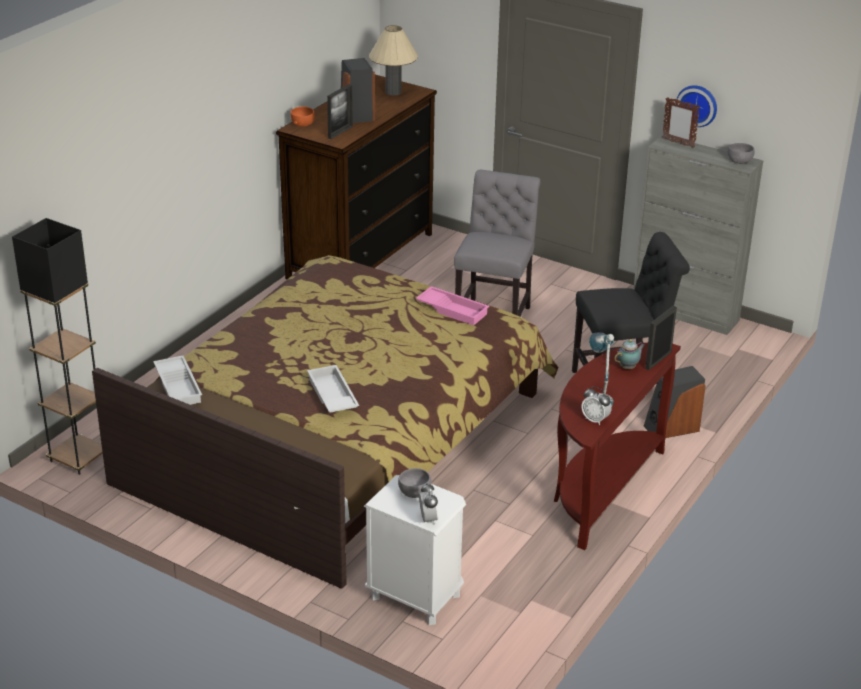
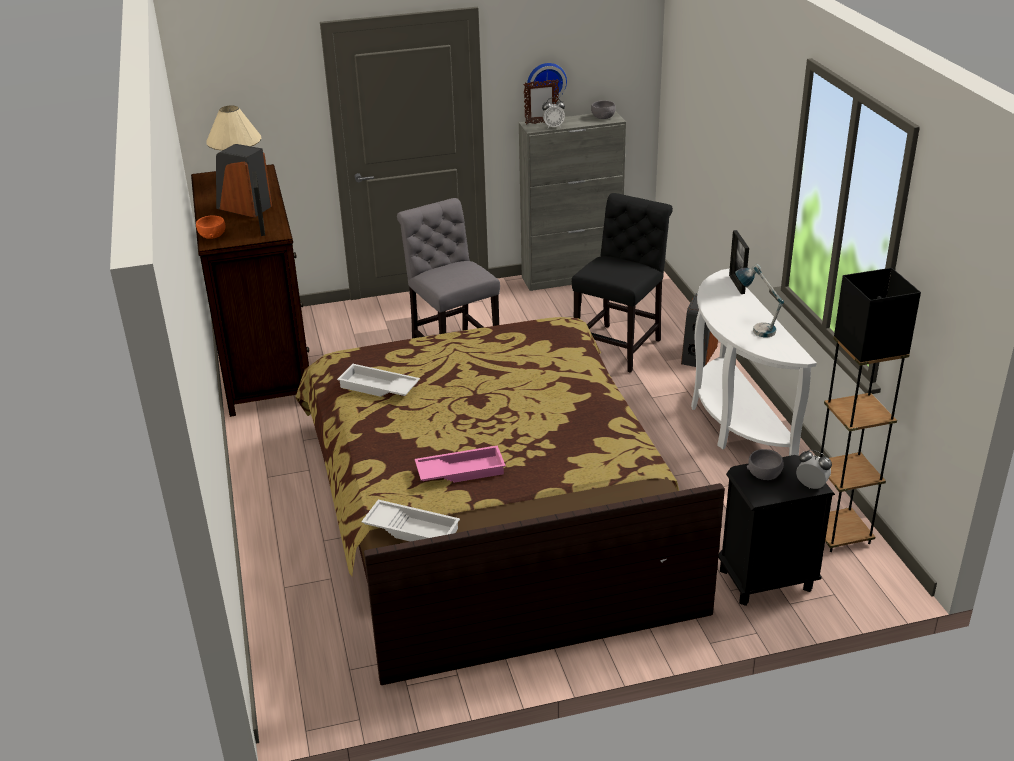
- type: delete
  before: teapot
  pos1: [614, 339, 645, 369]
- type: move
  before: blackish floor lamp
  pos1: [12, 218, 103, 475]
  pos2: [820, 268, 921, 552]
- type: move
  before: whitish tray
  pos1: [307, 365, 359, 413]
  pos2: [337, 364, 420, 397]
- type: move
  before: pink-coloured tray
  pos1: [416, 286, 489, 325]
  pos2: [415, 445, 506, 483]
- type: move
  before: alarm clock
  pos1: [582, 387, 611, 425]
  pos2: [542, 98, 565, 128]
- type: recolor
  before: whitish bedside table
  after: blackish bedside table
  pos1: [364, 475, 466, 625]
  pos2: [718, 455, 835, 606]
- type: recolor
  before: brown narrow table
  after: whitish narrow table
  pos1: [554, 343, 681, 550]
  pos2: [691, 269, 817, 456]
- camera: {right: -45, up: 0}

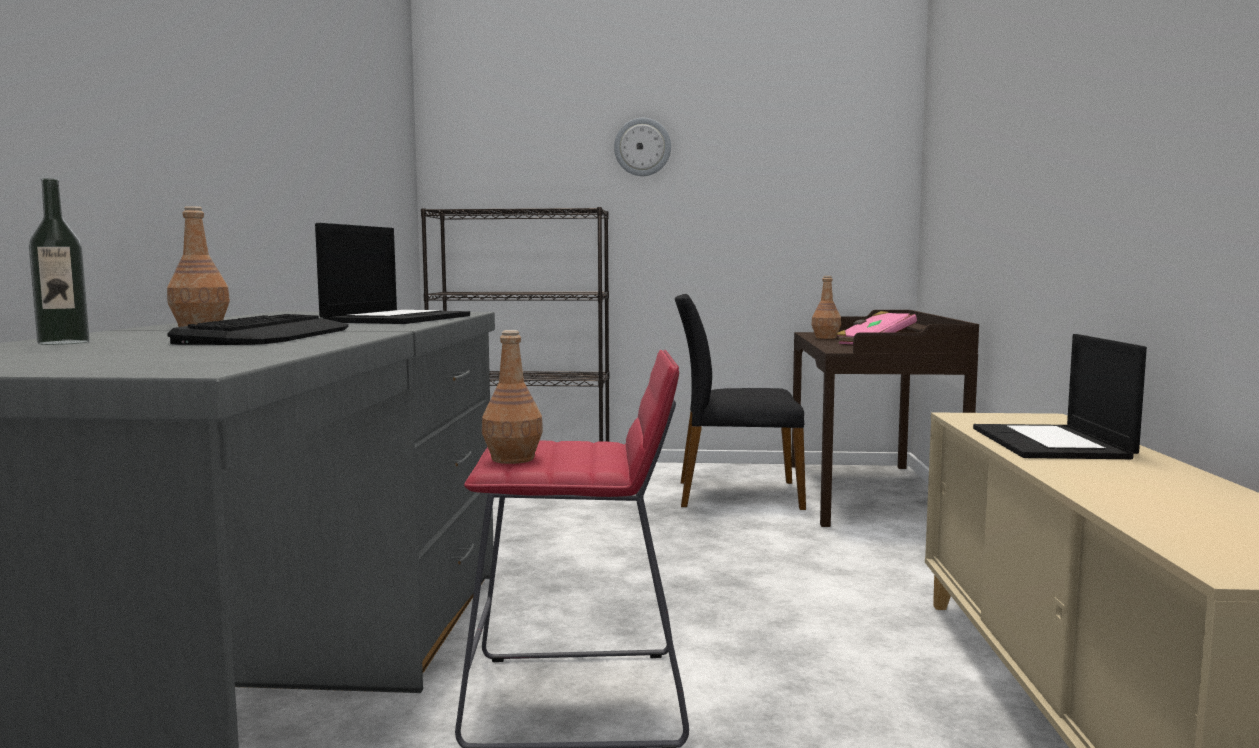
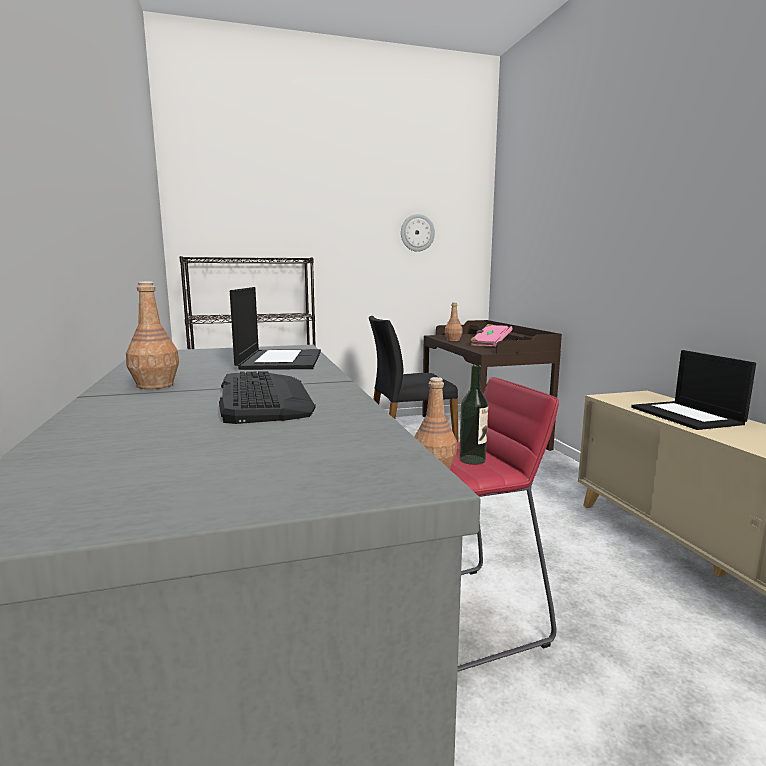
- type: move
  before: bottle
  pos1: [29, 179, 89, 345]
  pos2: [459, 365, 488, 465]
- type: move
  before: hanging clock
  pos1: [614, 118, 671, 176]
  pos2: [401, 214, 435, 252]
- camera: {right: -20, up: 5}

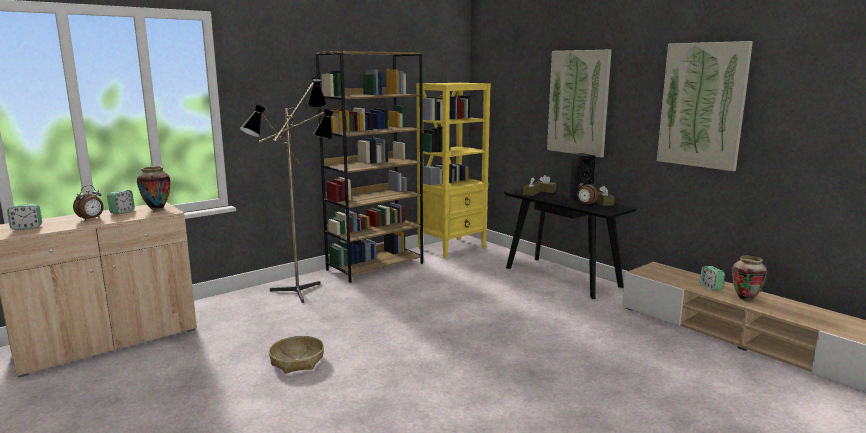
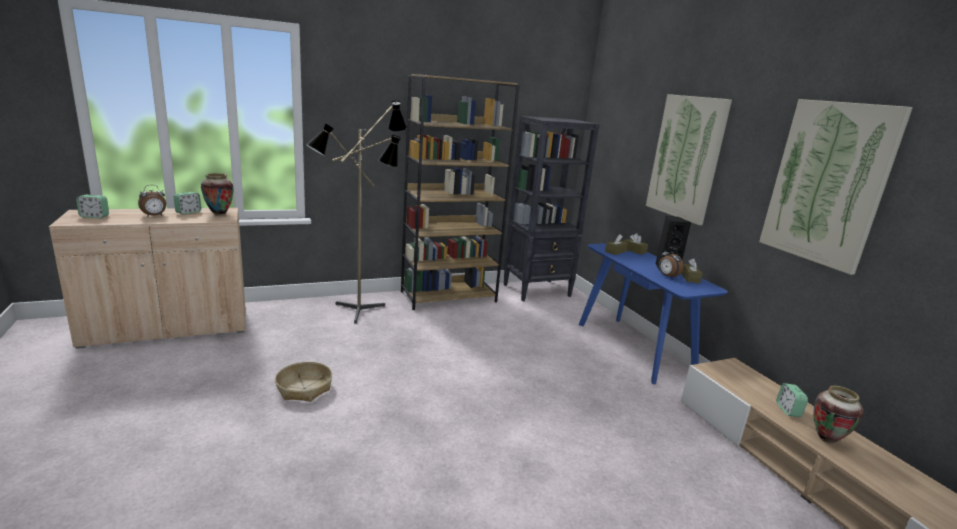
- type: recolor
  before: yellow bookcase
  after: blackish bookcase
  pos1: [416, 83, 491, 259]
  pos2: [503, 116, 600, 301]
- type: recolor
  before: blackish narrow table
  after: blue narrow table
  pos1: [504, 188, 638, 299]
  pos2: [579, 243, 728, 384]
- camera: {right: 15, up: 5}

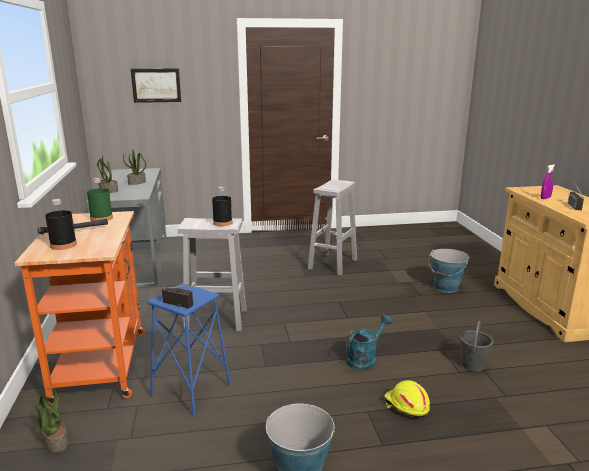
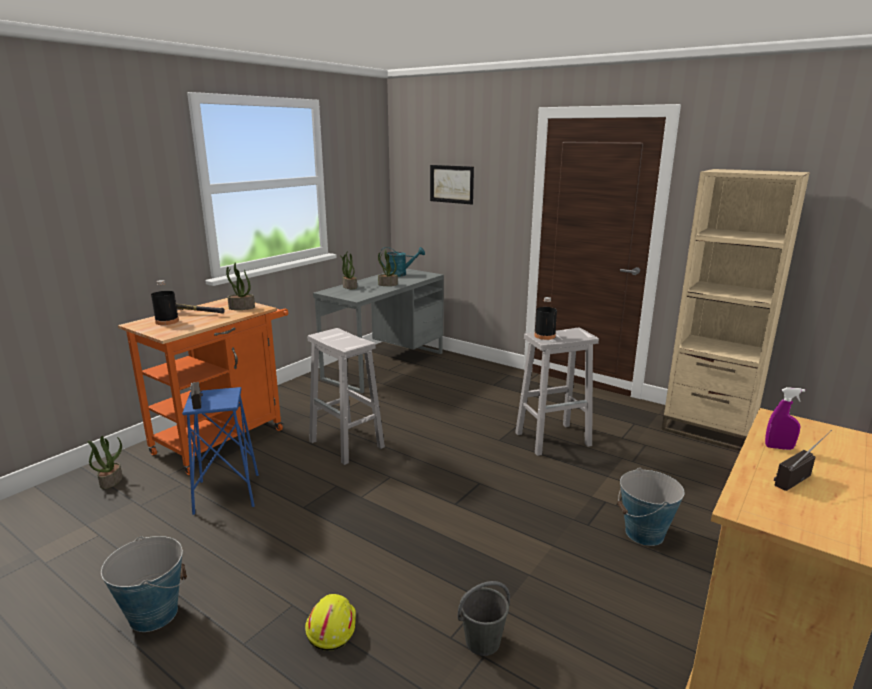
- type: insert
  after: beige bookcase
  pos2: [661, 169, 810, 451]
- type: move
  before: blackish bottle
  pos1: [212, 187, 232, 226]
  pos2: [534, 297, 557, 340]
- type: move
  before: blue-green watering can
  pos1: [347, 315, 392, 370]
  pos2: [380, 247, 425, 277]
- type: replace
  before: greenish bottle
  after: potted plant
  pos1: [87, 178, 113, 221]
  pos2: [226, 262, 255, 310]
- camera: {right: 45, up: 0}

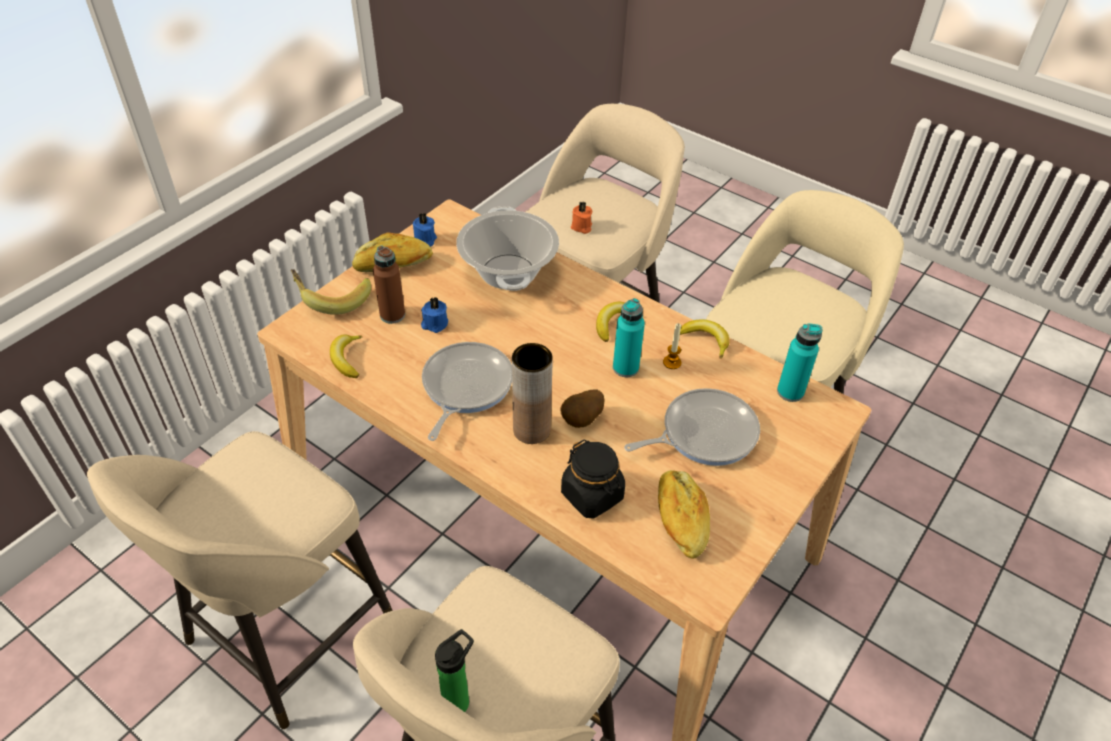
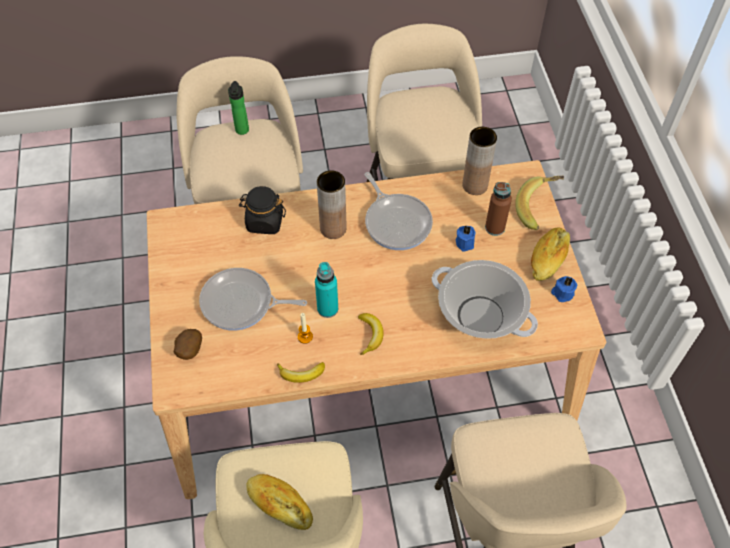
- type: delete
  before: orangey wax light
  pos1: [571, 202, 592, 234]
- type: delete
  before: blue-green bottle
  pos1: [777, 323, 823, 402]
- type: move
  before: whole potato
  pos1: [560, 389, 605, 428]
  pos2: [174, 329, 202, 360]
- type: move
  before: bread
  pos1: [658, 470, 710, 559]
  pos2: [246, 474, 313, 530]
- type: replace
  before: banana fruit
  after: brown vase
  pos1: [330, 334, 362, 378]
  pos2: [462, 127, 497, 195]
- type: rotate
  before: frying pan
  pos1: [624, 388, 760, 466]
  pos2: [199, 268, 307, 331]
  turn: 75
- camera: {right: 135, up: 10}

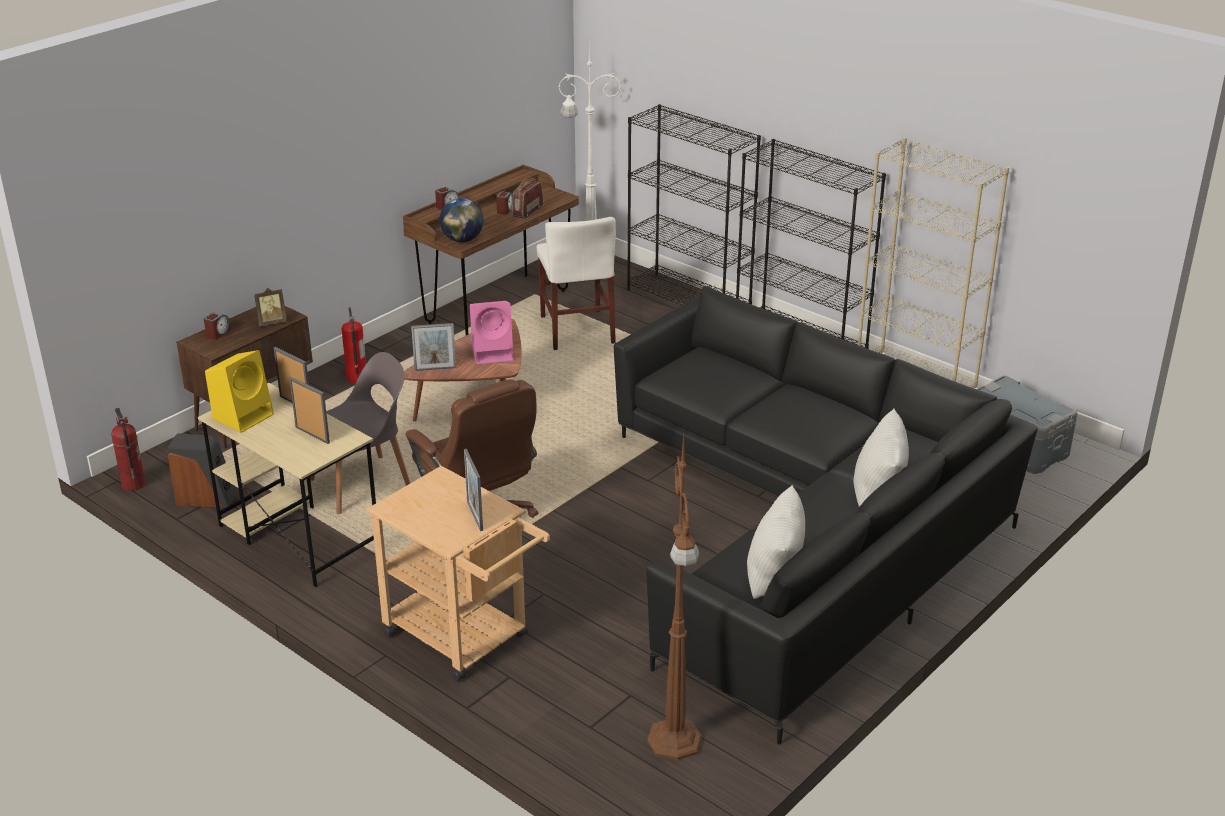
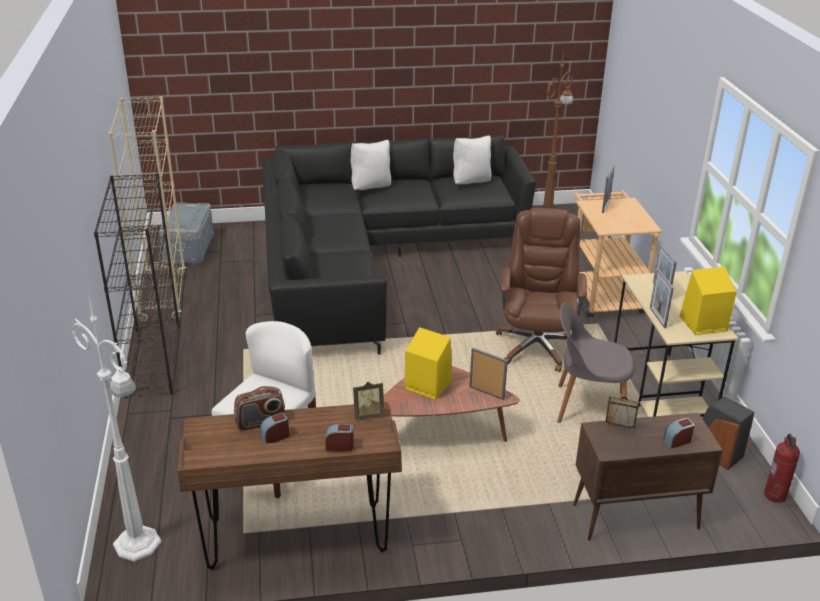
- type: delete
  before: fire extinguisher
  pos1: [341, 307, 366, 383]
- type: delete
  before: blackish bookcase
  pos1: [627, 104, 761, 305]
- type: replace
  before: globe
  after: picture frame
  pos1: [439, 198, 484, 242]
  pos2: [353, 382, 384, 420]
- type: recolor
  before: pink-coloured speaker
  after: yellow speaker
  pos1: [470, 301, 514, 364]
  pos2: [405, 327, 452, 400]
- camera: {right: -140, up: 0}

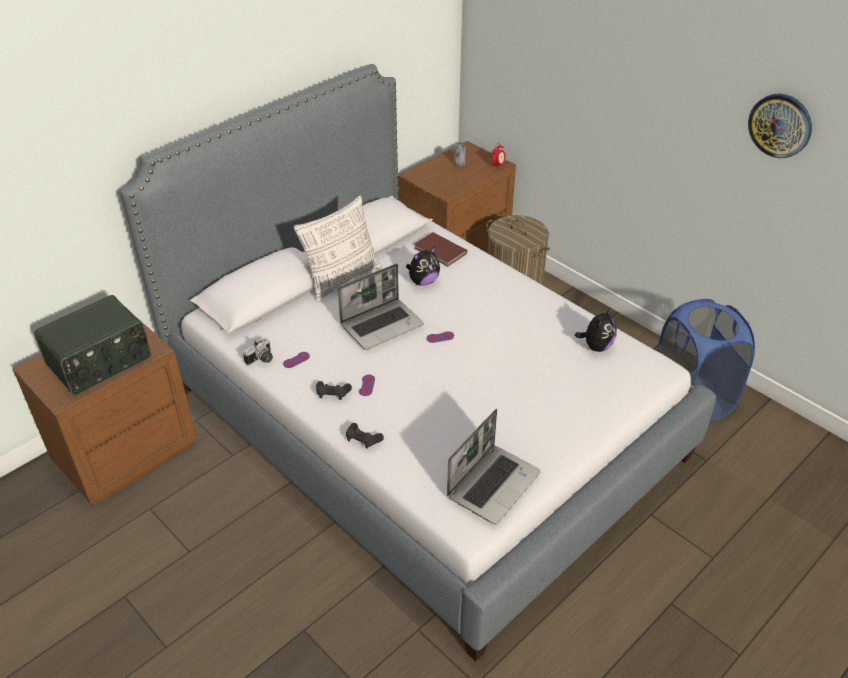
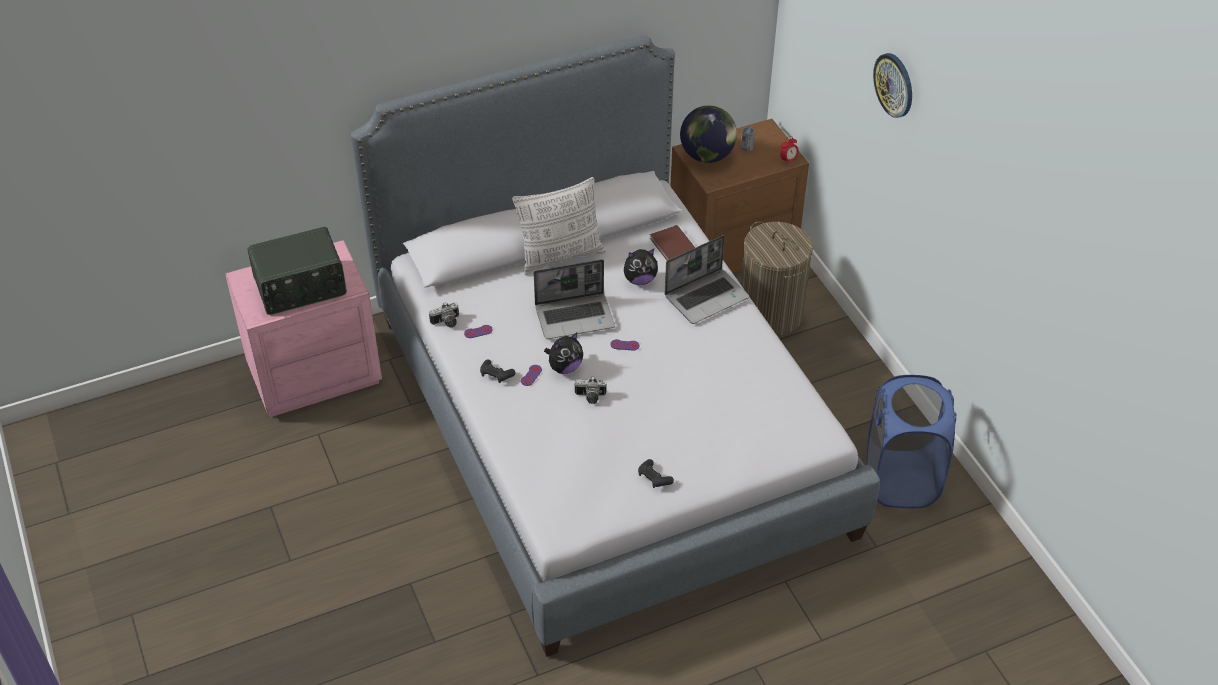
- type: insert
  after: photo camera
  pos2: [575, 376, 607, 404]
- type: insert
  after: globe
  pos2: [680, 106, 737, 163]
- type: move
  before: blackish game controller
  pos1: [346, 423, 384, 449]
  pos2: [638, 459, 674, 488]
- type: move
  before: notebook computer
  pos1: [447, 409, 541, 525]
  pos2: [665, 235, 749, 324]
- type: move
  before: soft toy
  pos1: [574, 307, 617, 352]
  pos2: [544, 332, 583, 374]
- type: move
  before: hanging clock
  pos1: [748, 94, 812, 158]
  pos2: [873, 53, 912, 118]
- type: recolor
  before: brown bedside table
  after: pink-coloured bedside table
  pos1: [13, 314, 197, 506]
  pos2: [225, 240, 382, 417]
- camera: {right: 20, up: 5}

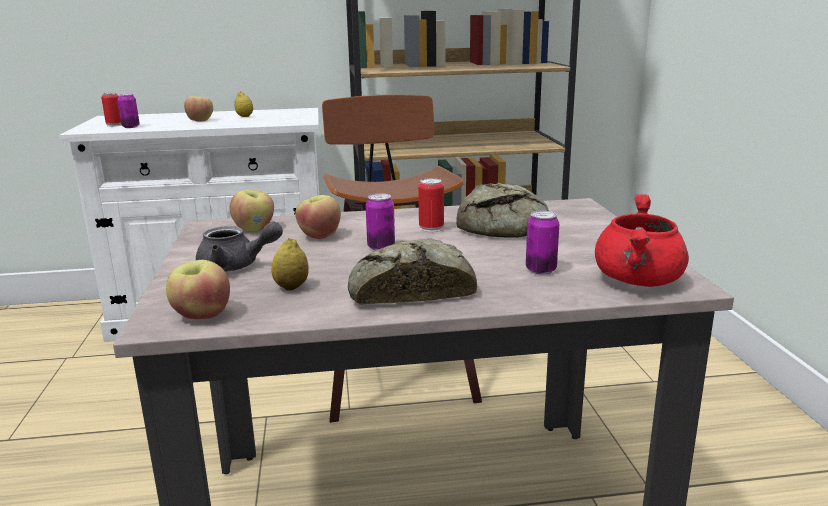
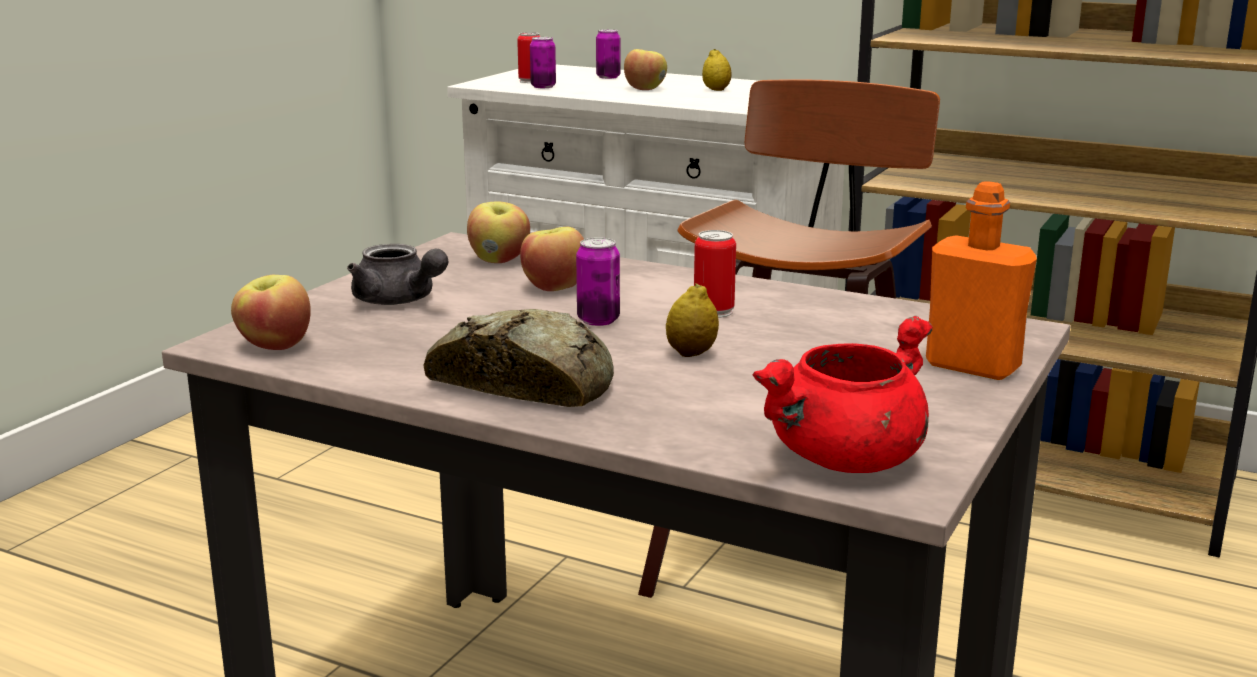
- type: delete
  before: bread
  pos1: [456, 183, 549, 238]
- type: insert
  after: orangey bottle
  pos2: [926, 182, 1037, 380]
- type: move
  before: lemon
  pos1: [271, 238, 308, 291]
  pos2: [666, 283, 719, 357]
- type: move
  before: sealed can
  pos1: [526, 211, 559, 275]
  pos2: [596, 29, 620, 79]
- camera: {right: 35, up: 0}

